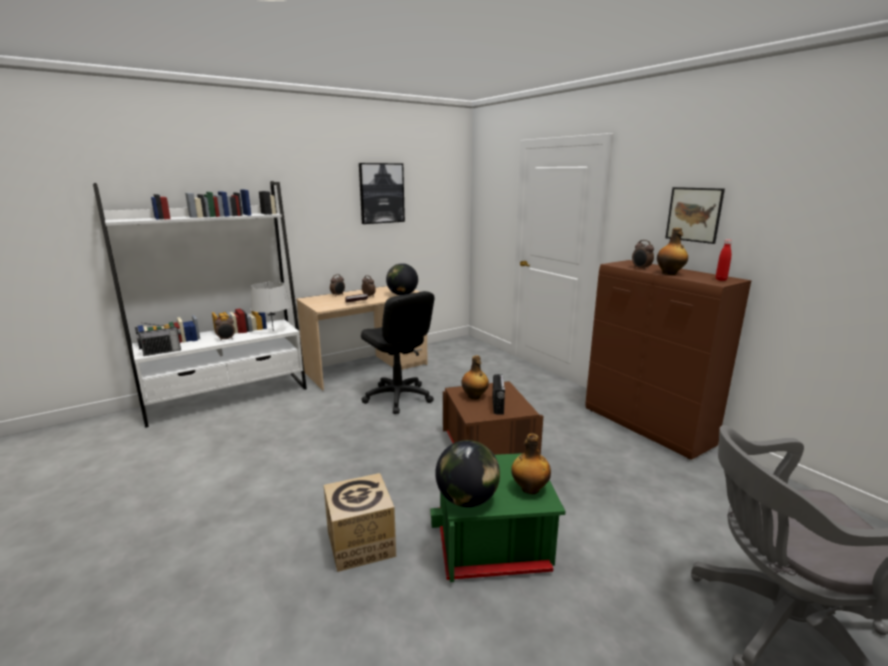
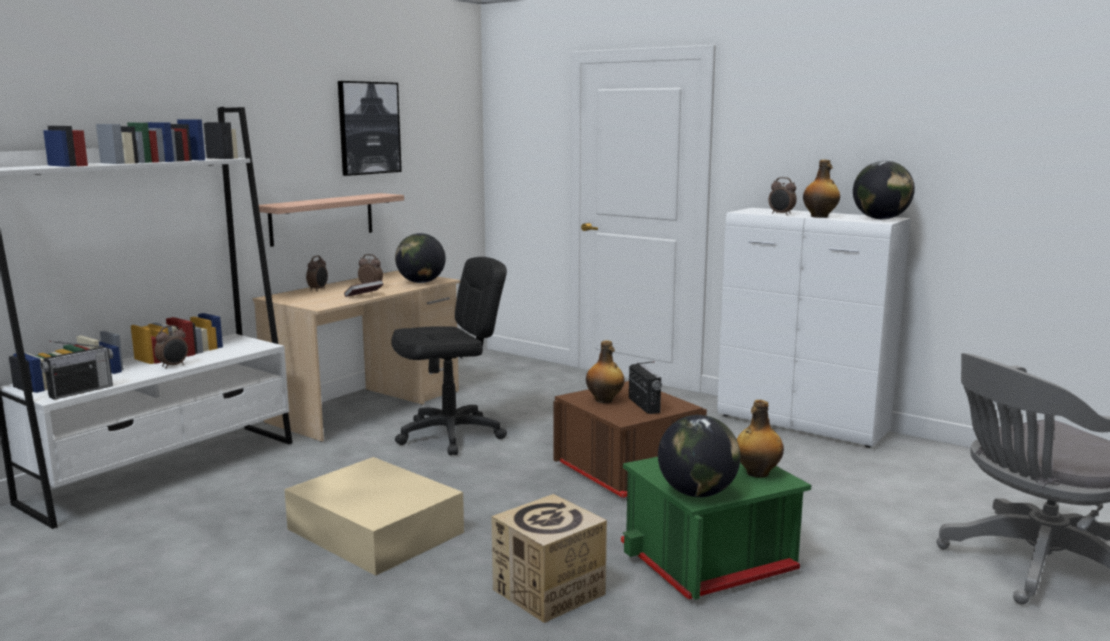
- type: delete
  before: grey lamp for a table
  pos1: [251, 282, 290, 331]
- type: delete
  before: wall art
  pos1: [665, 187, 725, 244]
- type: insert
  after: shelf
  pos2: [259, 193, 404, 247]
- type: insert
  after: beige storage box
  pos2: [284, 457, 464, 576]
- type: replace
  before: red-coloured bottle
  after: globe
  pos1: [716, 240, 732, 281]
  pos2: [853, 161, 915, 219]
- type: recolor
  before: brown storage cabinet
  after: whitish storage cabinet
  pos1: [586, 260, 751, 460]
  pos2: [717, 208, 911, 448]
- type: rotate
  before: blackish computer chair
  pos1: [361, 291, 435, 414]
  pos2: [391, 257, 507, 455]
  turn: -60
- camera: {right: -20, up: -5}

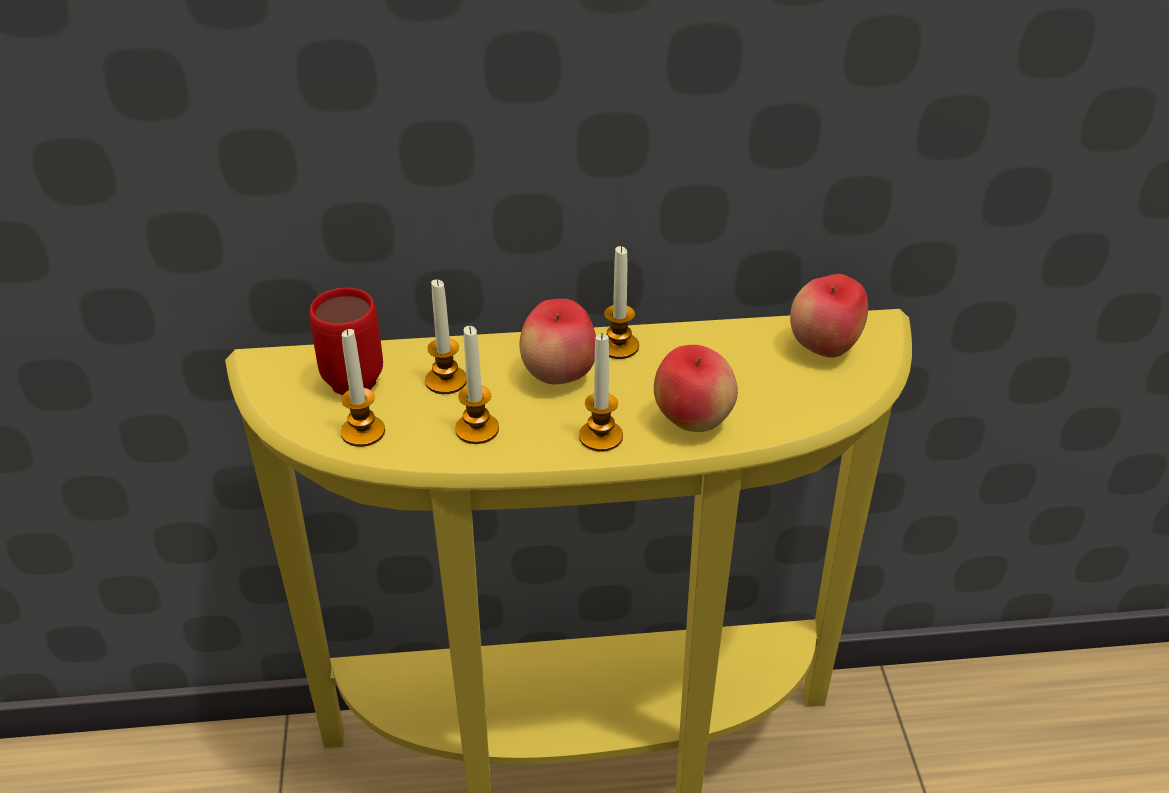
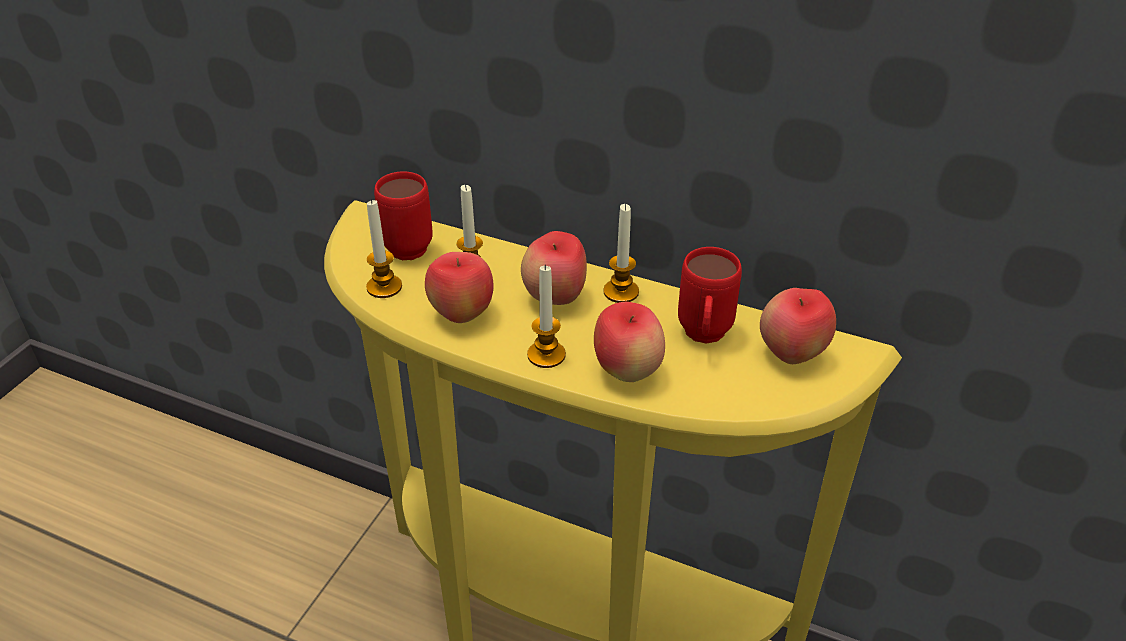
- type: insert
  after: red-coloured mug
  pos2: [678, 247, 742, 344]
- type: replace
  before: wax light
  after: whole apple
  pos1: [455, 326, 499, 444]
  pos2: [425, 252, 494, 323]
- camera: {right: 30, up: 0}

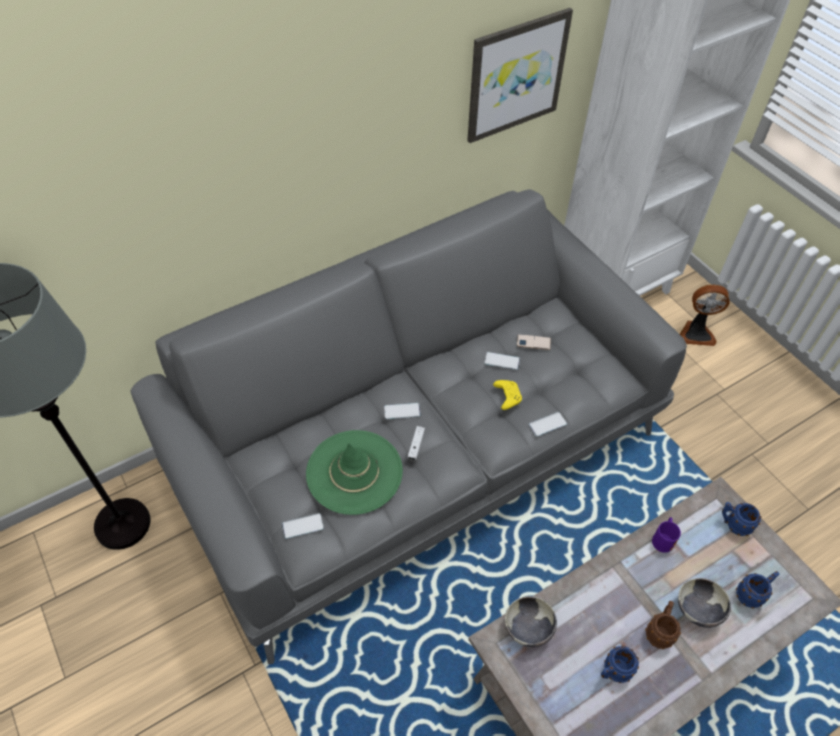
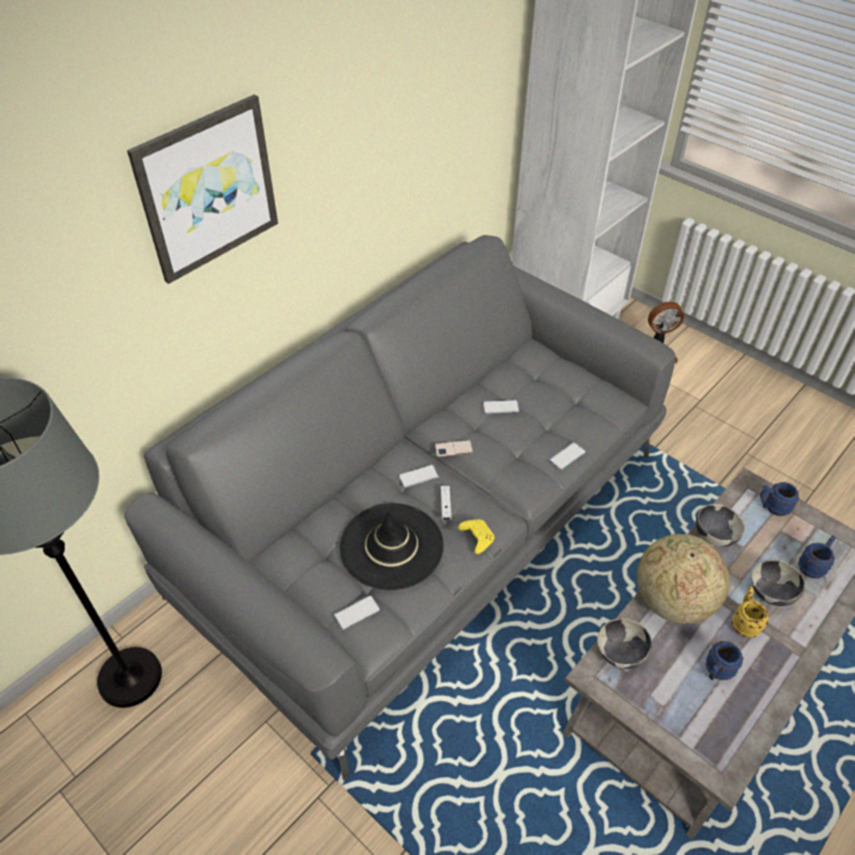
- type: insert
  after: globe
  pos2: [637, 534, 730, 624]
- type: move
  before: wall art
  pos1: [467, 8, 573, 143]
  pos2: [127, 94, 278, 284]
- type: move
  before: yellow game controller
  pos1: [493, 380, 522, 410]
  pos2: [458, 519, 494, 554]
- type: move
  before: telephone
  pos1: [517, 334, 551, 350]
  pos2: [435, 440, 473, 457]
- type: replace
  before: purplish mug
  after: deep dish
  pos1: [652, 517, 681, 553]
  pos2: [696, 504, 745, 547]
- type: recolor
  before: greenish wearable hat
  after: blackish wearable hat
  pos1: [306, 430, 403, 515]
  pos2: [340, 503, 444, 590]
- type: recolor
  before: brown mug
  after: yellow mug
  pos1: [645, 601, 681, 649]
  pos2: [732, 587, 769, 638]
- camera: {right: -15, up: -5}

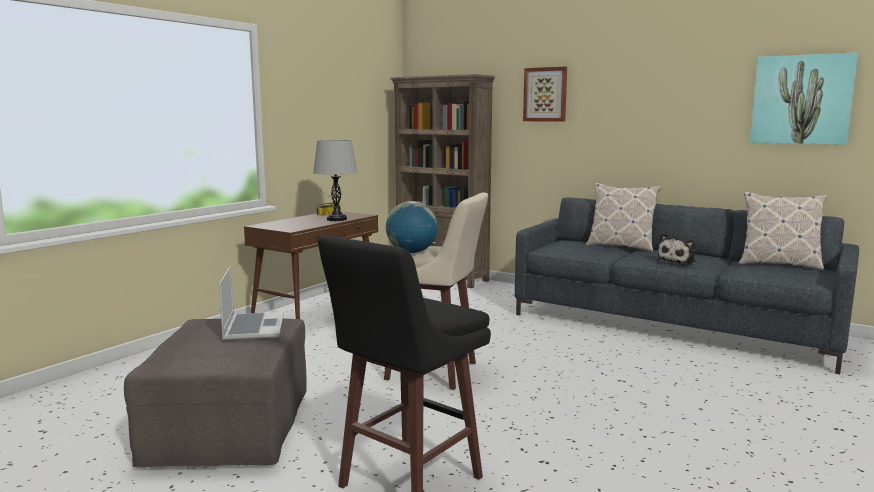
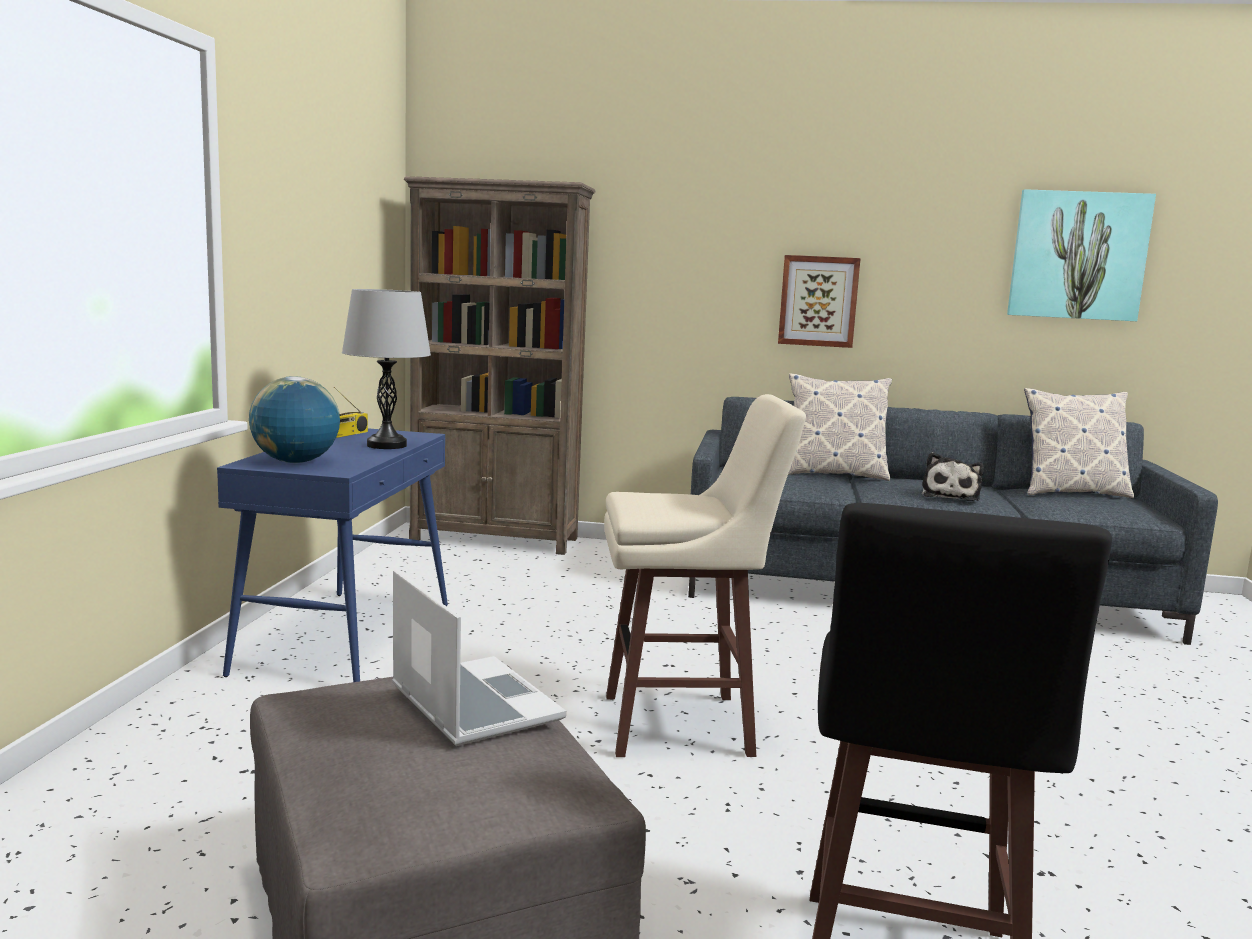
- type: move
  before: globe
  pos1: [386, 201, 438, 253]
  pos2: [249, 376, 340, 463]
- type: move
  before: wall art
  pos1: [523, 66, 567, 122]
  pos2: [778, 255, 861, 348]
- type: recolor
  before: brown narrow table
  after: blue narrow table
  pos1: [244, 211, 378, 319]
  pos2: [217, 428, 448, 682]
- camera: {right: -25, up: 0}

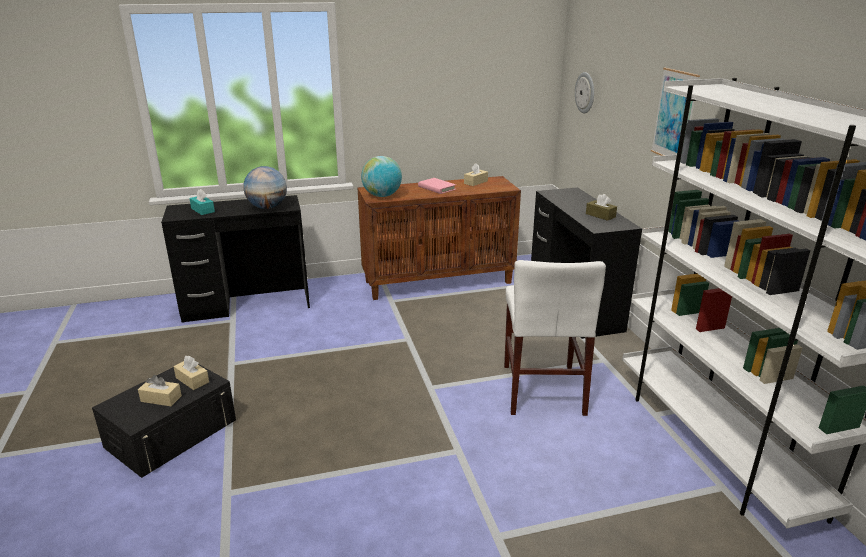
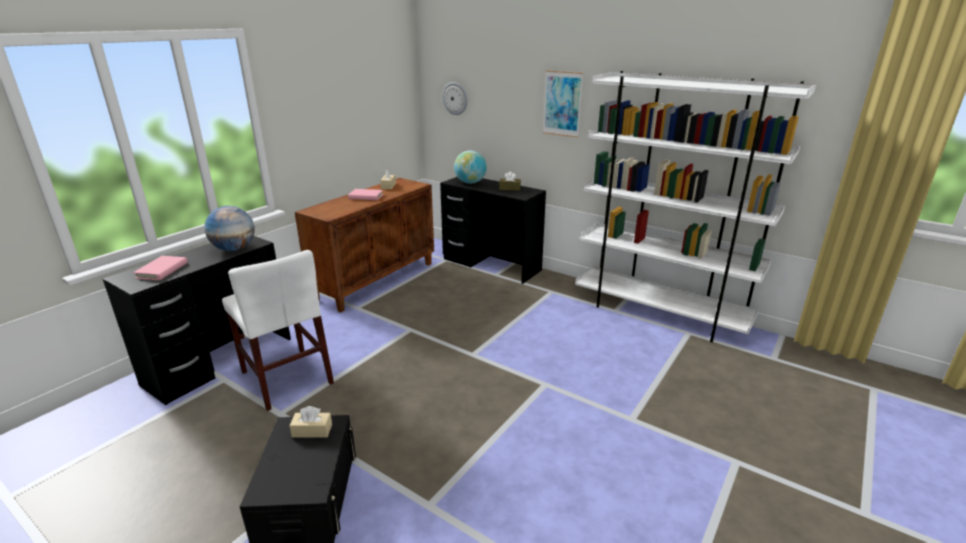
- type: delete
  before: beige tissue holder
  pos1: [138, 375, 182, 406]
- type: move
  before: globe
  pos1: [361, 156, 402, 197]
  pos2: [454, 150, 487, 184]
- type: move
  before: whitish upright chair
  pos1: [504, 260, 606, 416]
  pos2: [222, 250, 334, 411]
- type: replace
  before: blue-green tissue holder
  after: pink-coloured bound book
  pos1: [189, 189, 215, 215]
  pos2: [133, 256, 188, 280]
- camera: {right: -40, up: 0}

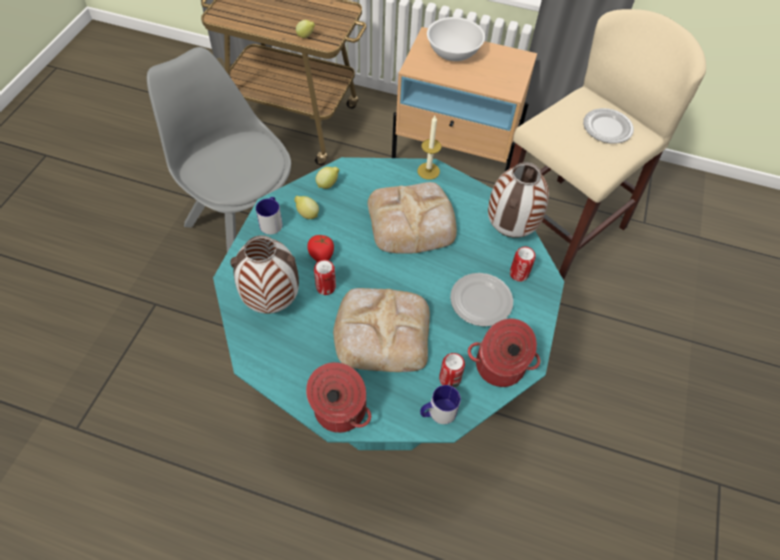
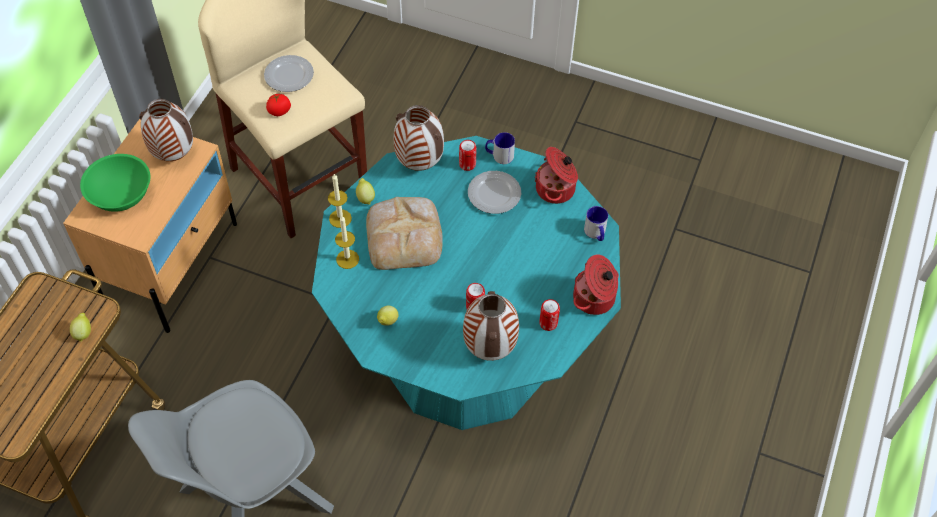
- type: delete
  before: bread
  pos1: [333, 288, 430, 372]
- type: insert
  after: vase
  pos2: [139, 99, 193, 161]
- type: insert
  after: wax light
  pos2: [335, 216, 359, 269]
- type: move
  before: mug
  pos1: [256, 197, 283, 235]
  pos2: [485, 132, 515, 164]
- type: move
  before: tomato
  pos1: [307, 234, 334, 262]
  pos2: [266, 94, 291, 116]
- type: move
  before: lemon
  pos1: [315, 167, 339, 189]
  pos2: [356, 178, 375, 205]
- type: move
  before: sealed can
  pos1: [439, 353, 465, 388]
  pos2: [539, 299, 560, 331]
- type: recolor
  before: whitish deep dish
  after: greenish deep dish
  pos1: [427, 17, 485, 61]
  pos2: [80, 154, 150, 212]
- camera: {right: -85, up: 0}

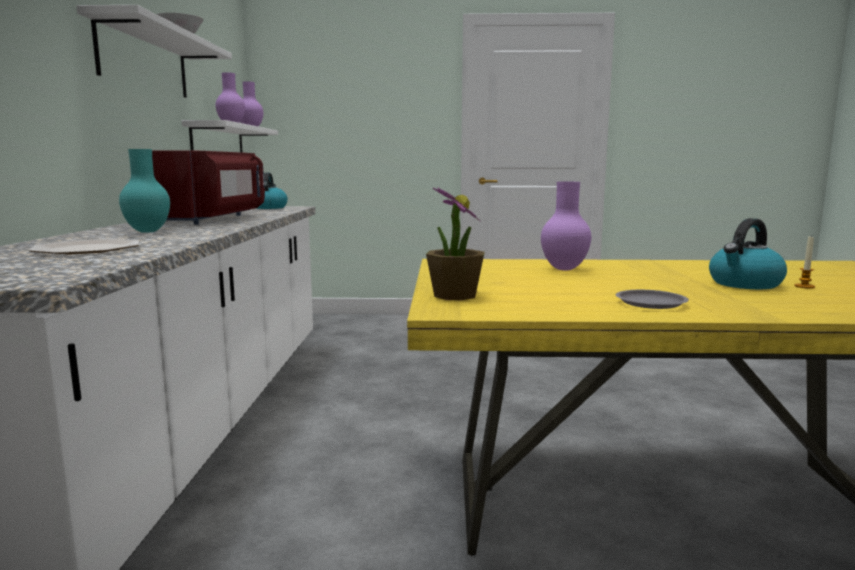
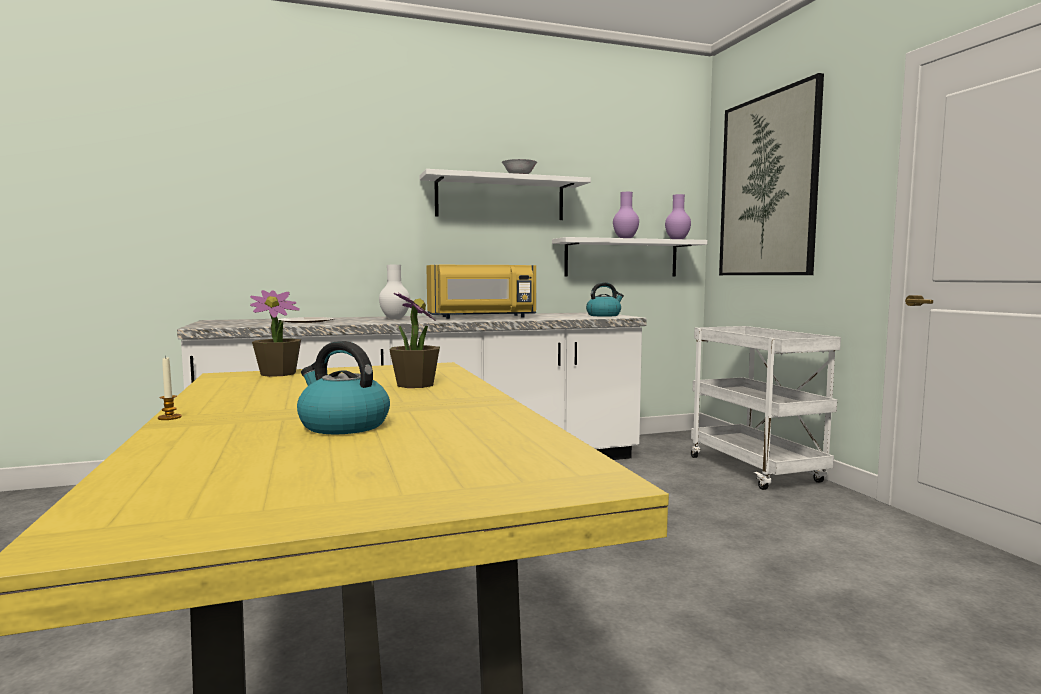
- type: delete
  before: grey dinner plate
  pos1: [615, 290, 689, 309]
- type: insert
  after: whitish wheeled cart
  pos2: [691, 326, 841, 490]
- type: insert
  after: wall art
  pos2: [719, 73, 824, 275]
- type: move
  before: wax light
  pos1: [794, 236, 815, 289]
  pos2: [158, 357, 182, 420]
- type: replace
  before: purplish vase
  after: potted plant
  pos1: [541, 182, 591, 270]
  pos2: [389, 292, 440, 388]
- type: recolor
  before: blue-green vase
  after: whitish vase
  pos1: [119, 149, 170, 233]
  pos2: [379, 265, 410, 319]
- type: recolor
  before: red-coloured microwave
  after: yellow microwave
  pos1: [152, 150, 265, 225]
  pos2: [426, 265, 536, 319]
- camera: {right: 70, up: -5}

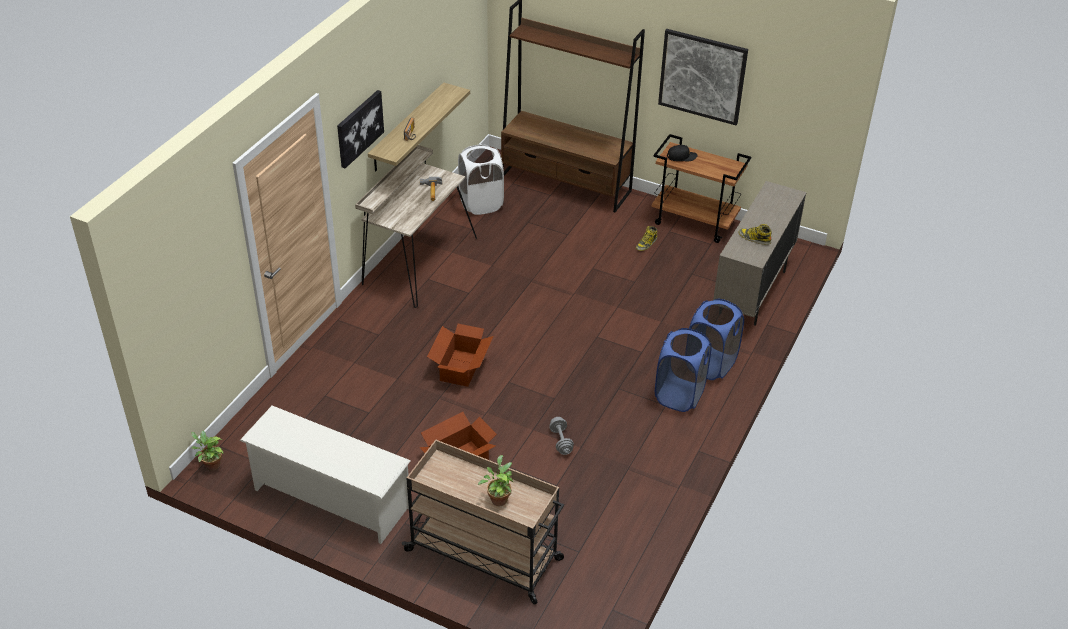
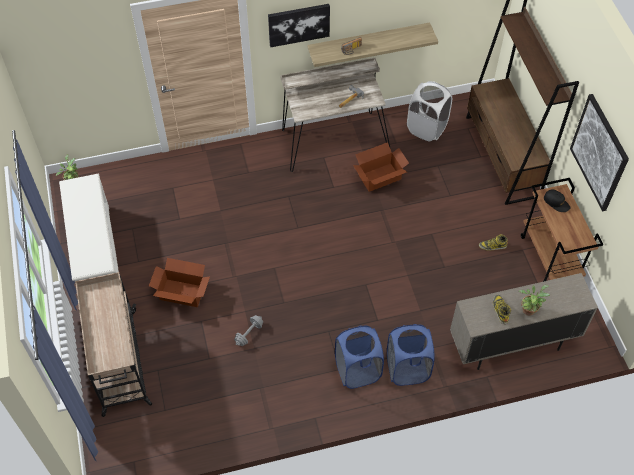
- type: move
  before: carton
  pos1: [427, 324, 493, 387]
  pos2: [353, 142, 409, 192]
- type: move
  before: potted plant
  pos1: [478, 455, 513, 507]
  pos2: [519, 285, 550, 316]
- camera: {right: 50, up: 15}

